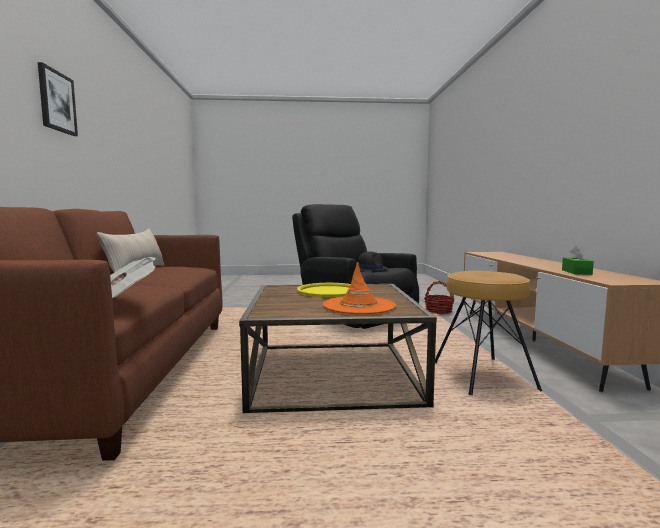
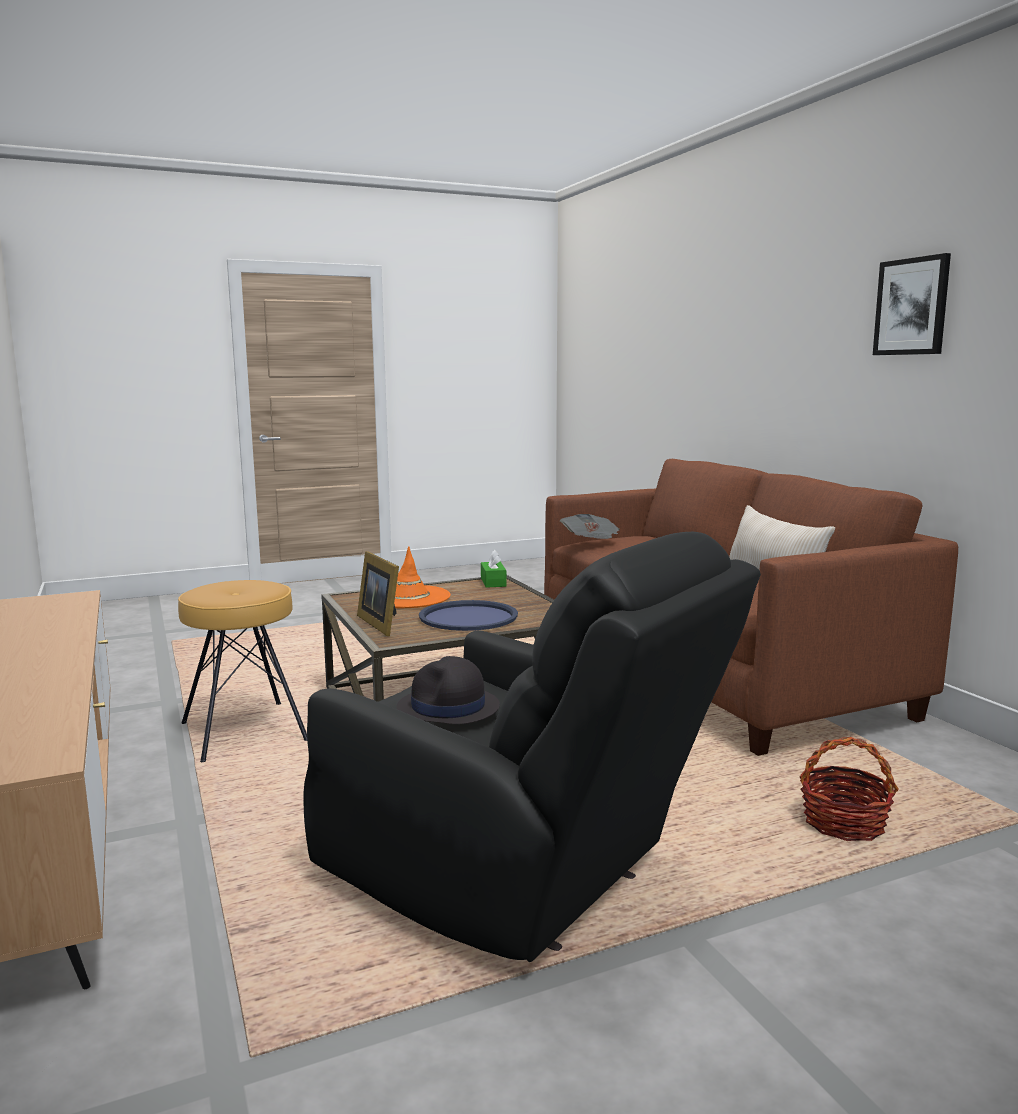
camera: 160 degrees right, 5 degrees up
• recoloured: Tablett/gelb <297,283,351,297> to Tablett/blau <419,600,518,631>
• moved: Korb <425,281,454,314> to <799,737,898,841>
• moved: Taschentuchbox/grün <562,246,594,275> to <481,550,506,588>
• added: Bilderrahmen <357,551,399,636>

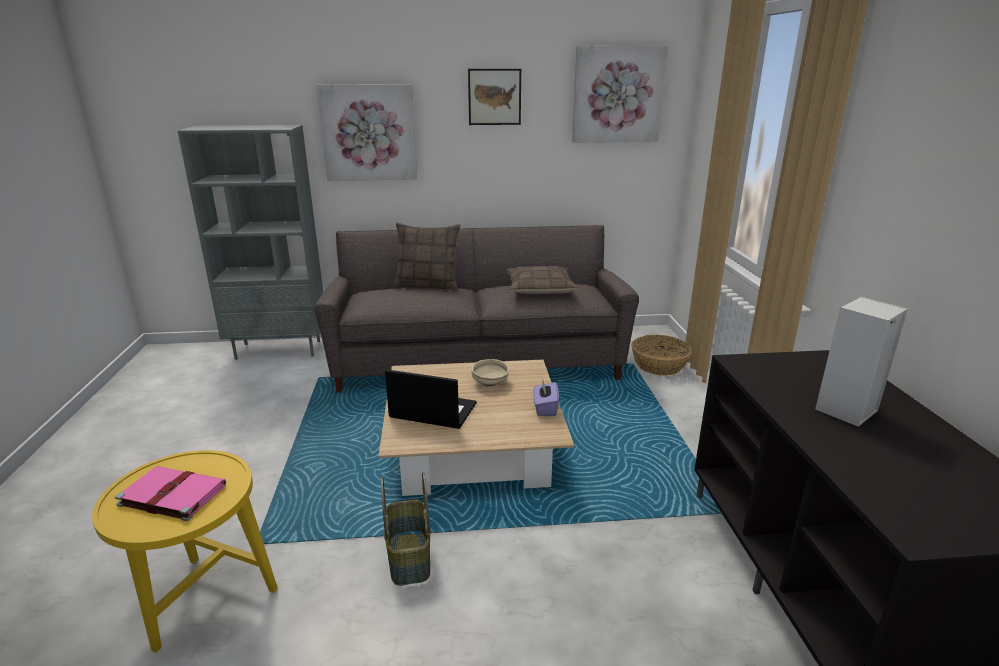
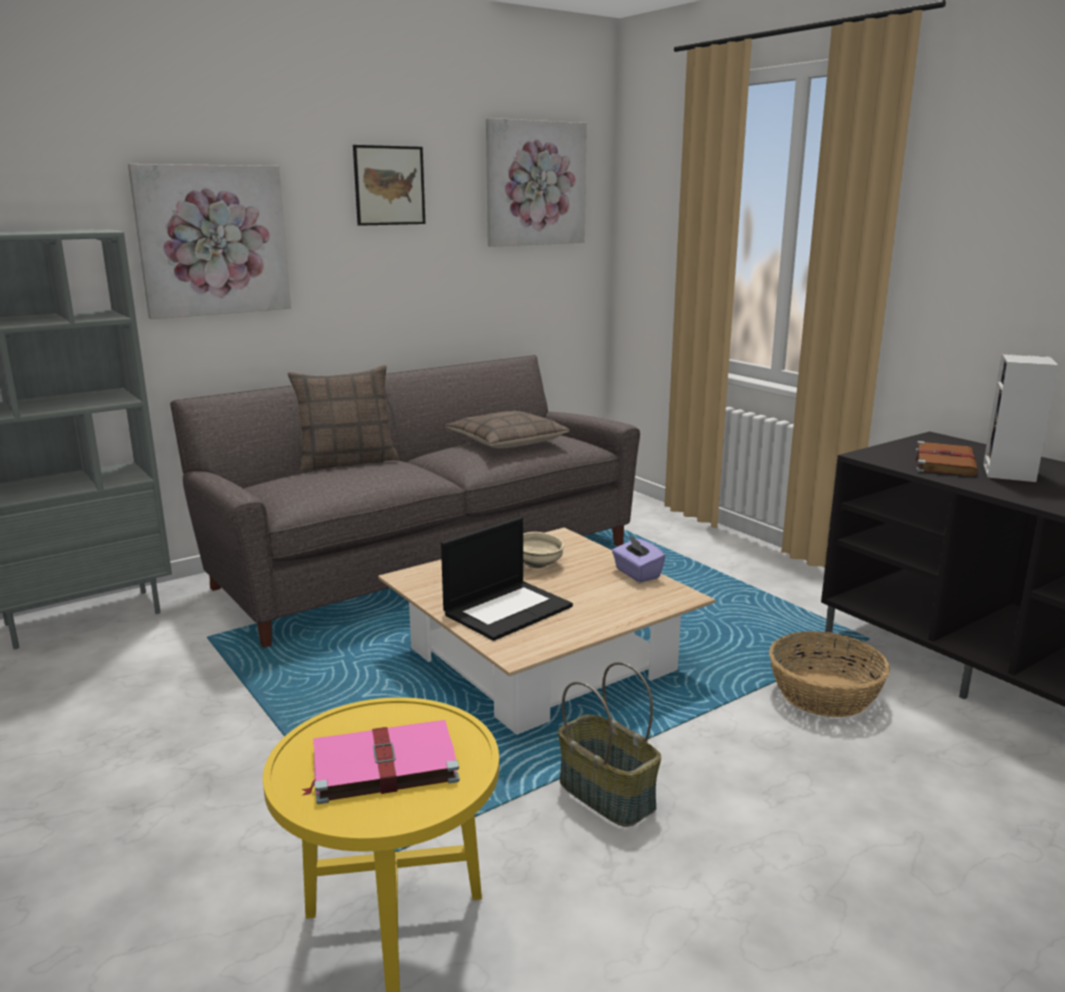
camera: 30 degrees left, 5 degrees down
• turned: Laptop <385,369,476,429> = <441,517,573,641> 150 degrees clockwise
• moved: Korb <632,335,692,376> to <769,631,890,717>
• added: Buch/braun <916,441,978,476>

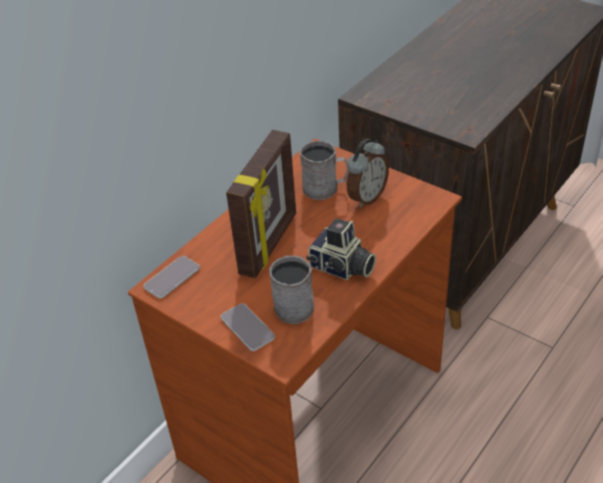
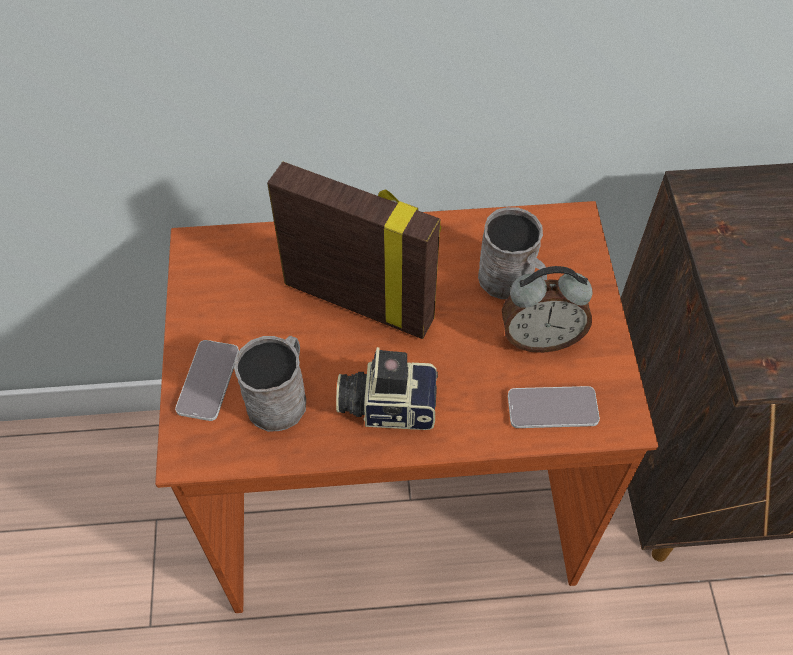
camera: 45 degrees right, 15 degrees up
• moved: Handy <143,256,200,299> to <508,386,600,428>
• turned: Bilderrahmen <226,130,296,278> = <267,162,441,339> 135 degrees counterclockwise
• turned: Kamera <306,218,376,280> = <336,347,438,430> 105 degrees clockwise

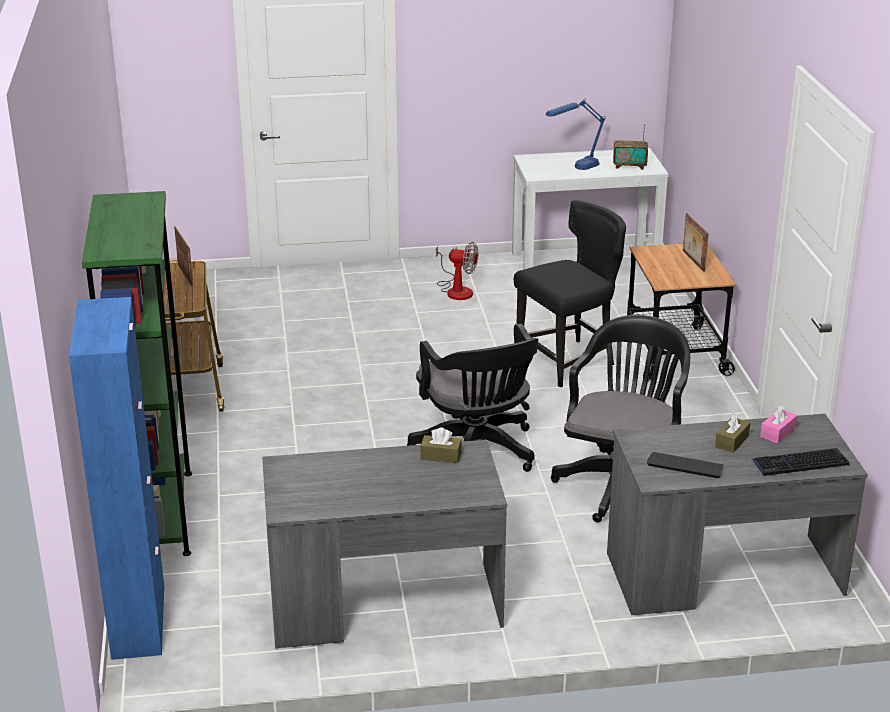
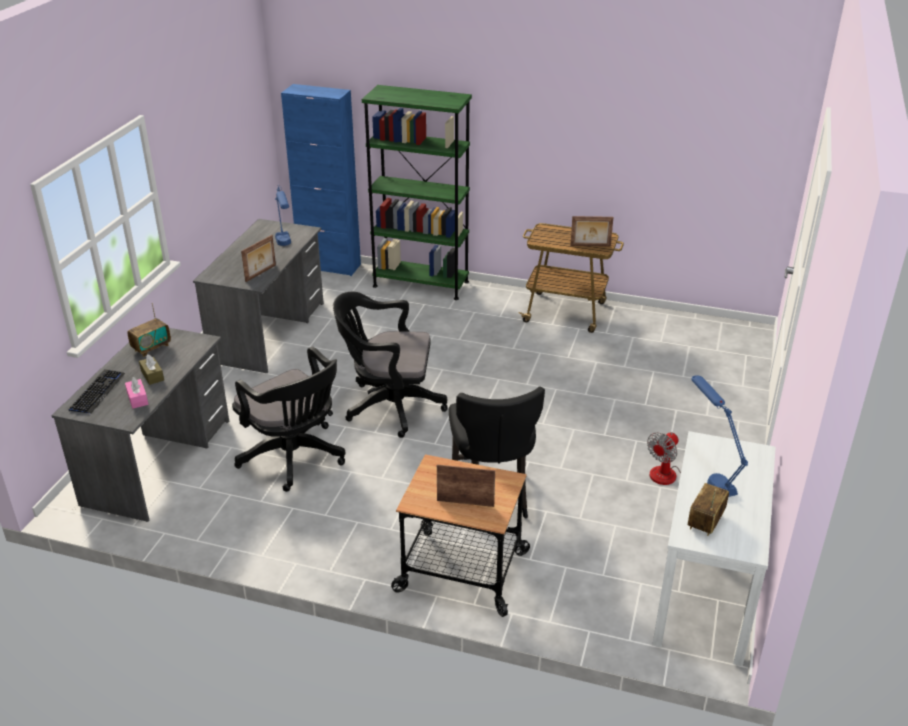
camera: 115 degrees right, 5 degrees up
• replaced: Taschentuchbox/braun <420,427,462,463> to Bilderrahmen <241,235,276,282>
• replaced: Tastatur <647,452,724,478> to Radio <127,303,171,357>
• added: Tischlampe/blau <275,185,291,246>

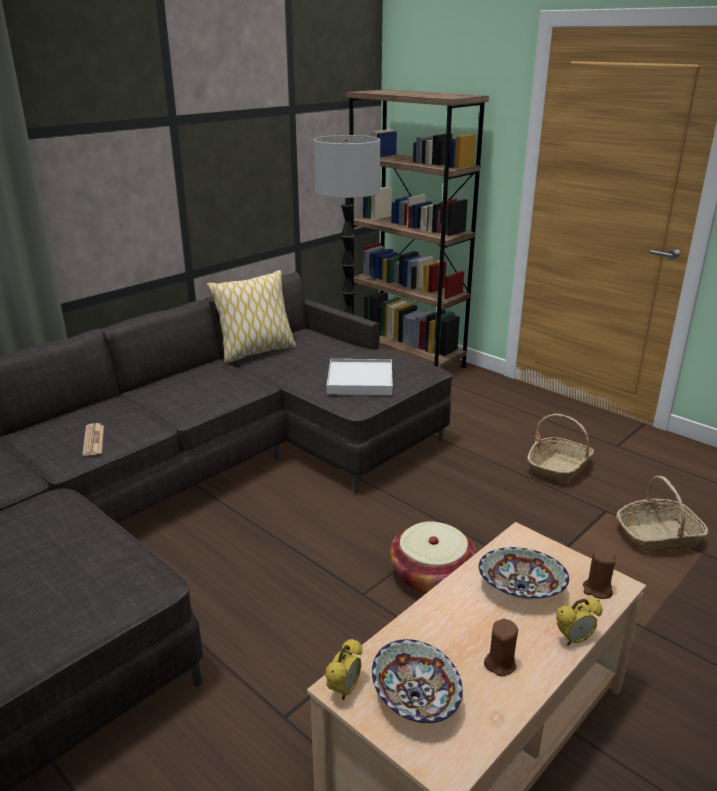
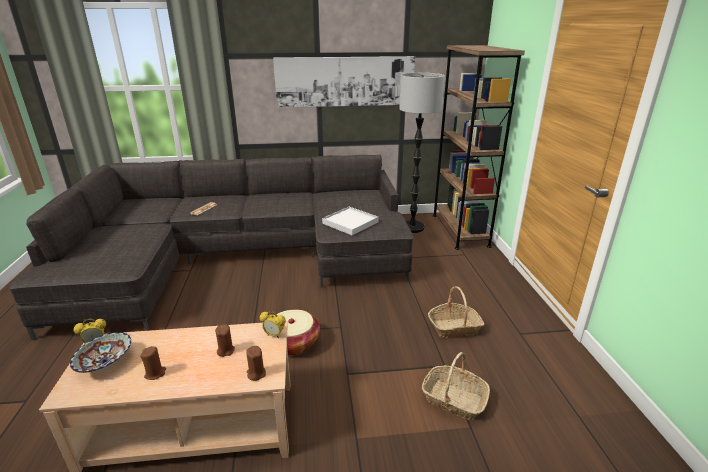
camera: 40 degrees right, 0 degrees up
• removed: Kissen <207,270,296,363>
• replaced: Schüssel <479,547,569,599> to Kerze/braun <215,324,235,357>
• moved: Wecker <556,598,602,646> to <260,311,286,338>
• added: Bild <273,56,415,107>

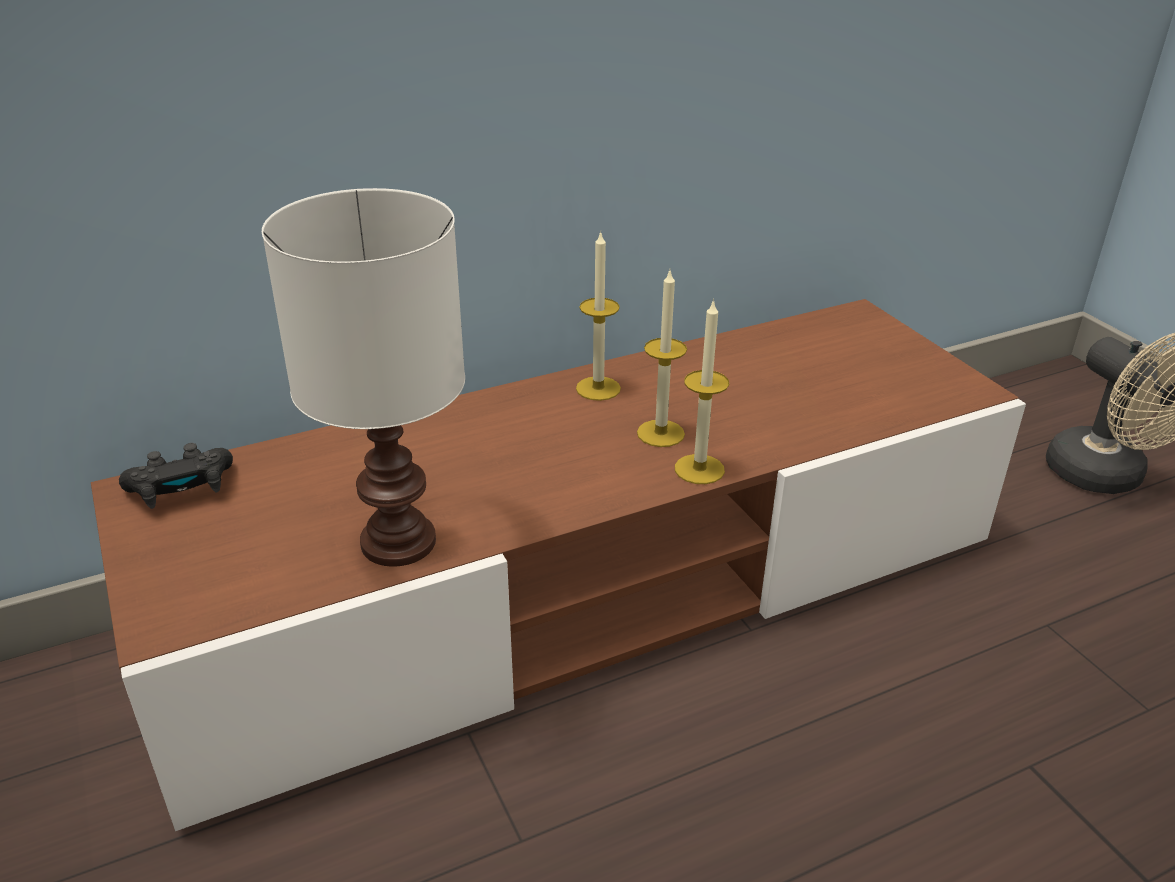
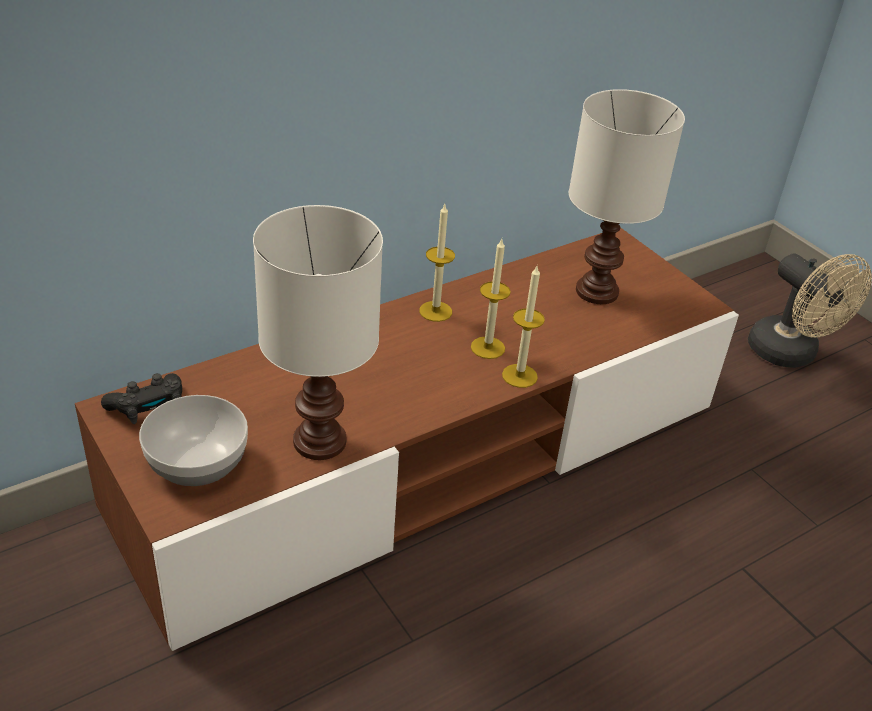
camera: 10 degrees left, 5 degrees up
• added: Schüssel <139,395,248,486>
• added: Tischlampe/weiß <569,89,685,304>

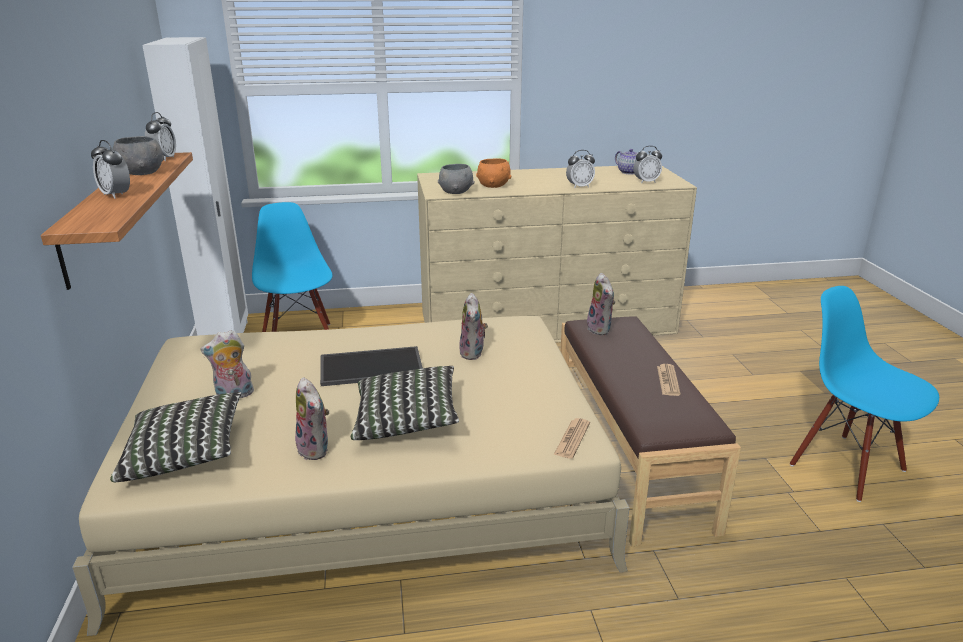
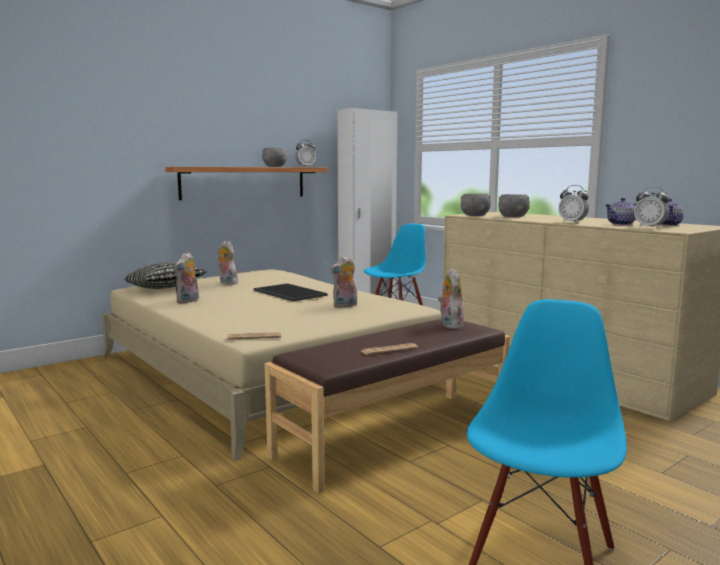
camera: 60 degrees right, 15 degrees down
• removed: Wecker <91,140,130,199>
• removed: Kissen <351,366,459,440>
• recoloured: Schüssel/orange <476,158,511,188> to Schüssel/grau <498,194,530,217>
• turned: Plüschtier <587,273,615,335> = <438,269,464,329> 135 degrees clockwise
• added: Teekanne <606,198,637,225>

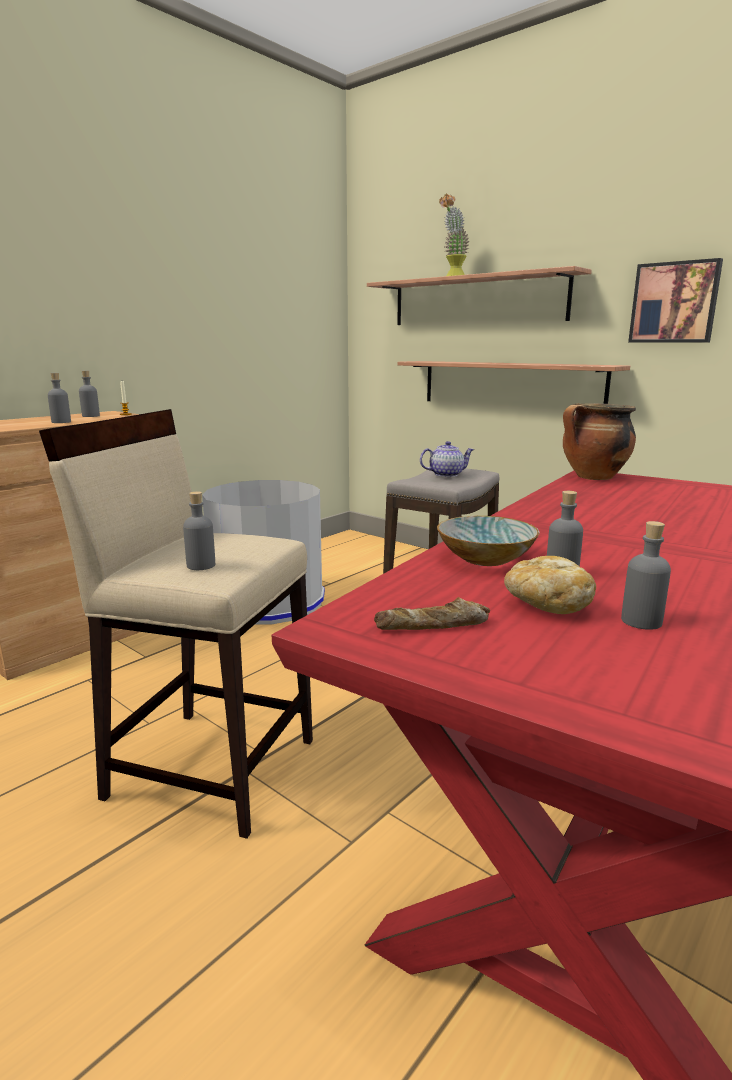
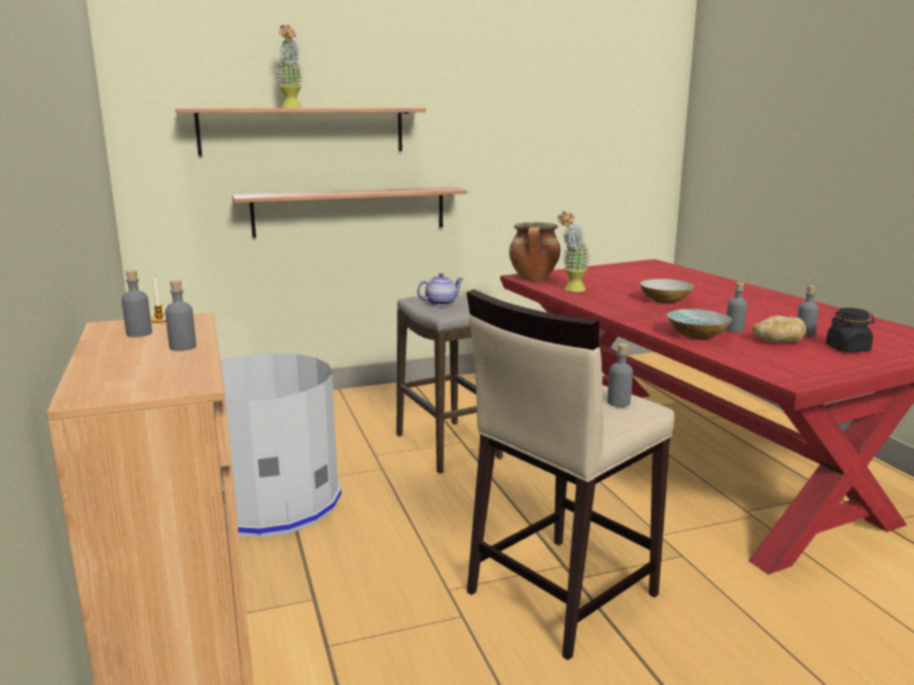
camera: 60 degrees left, 0 degrees up
• removed: Brot <374,597,490,630>
• turned: Teekanne <420,441,474,477> = <417,273,463,306> 45 degrees clockwise
• removed: Bild <628,258,723,343>
• added: Topfpflanze <557,211,590,292>
• added: Schüssel <640,279,694,304>
• added: Vorratsglas/schwarz <826,308,875,352>

